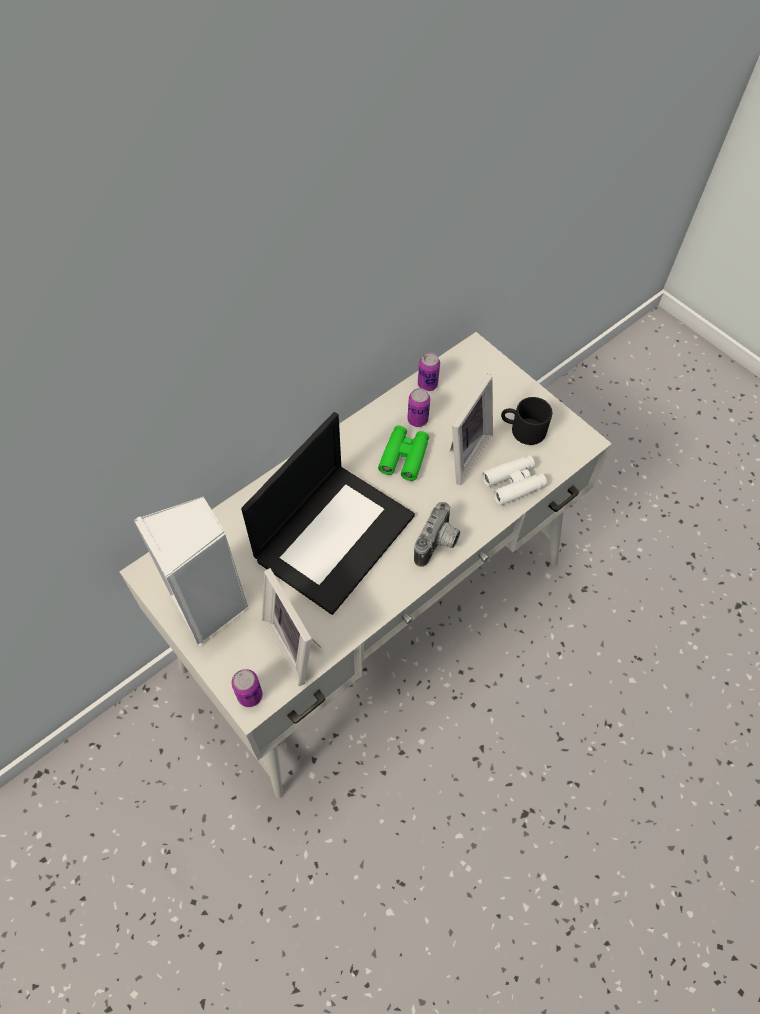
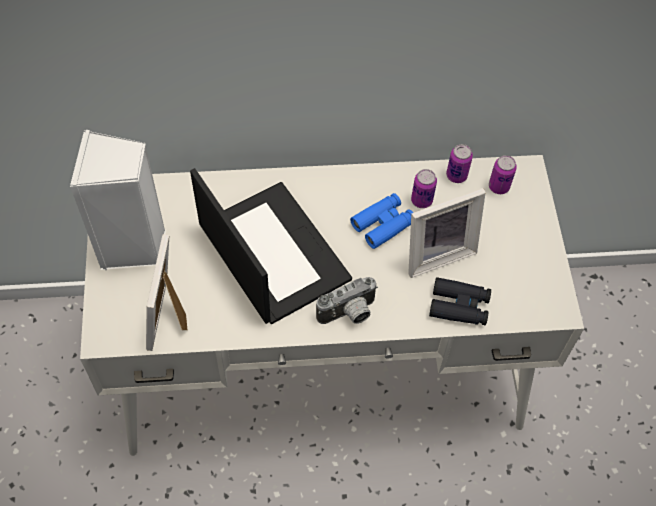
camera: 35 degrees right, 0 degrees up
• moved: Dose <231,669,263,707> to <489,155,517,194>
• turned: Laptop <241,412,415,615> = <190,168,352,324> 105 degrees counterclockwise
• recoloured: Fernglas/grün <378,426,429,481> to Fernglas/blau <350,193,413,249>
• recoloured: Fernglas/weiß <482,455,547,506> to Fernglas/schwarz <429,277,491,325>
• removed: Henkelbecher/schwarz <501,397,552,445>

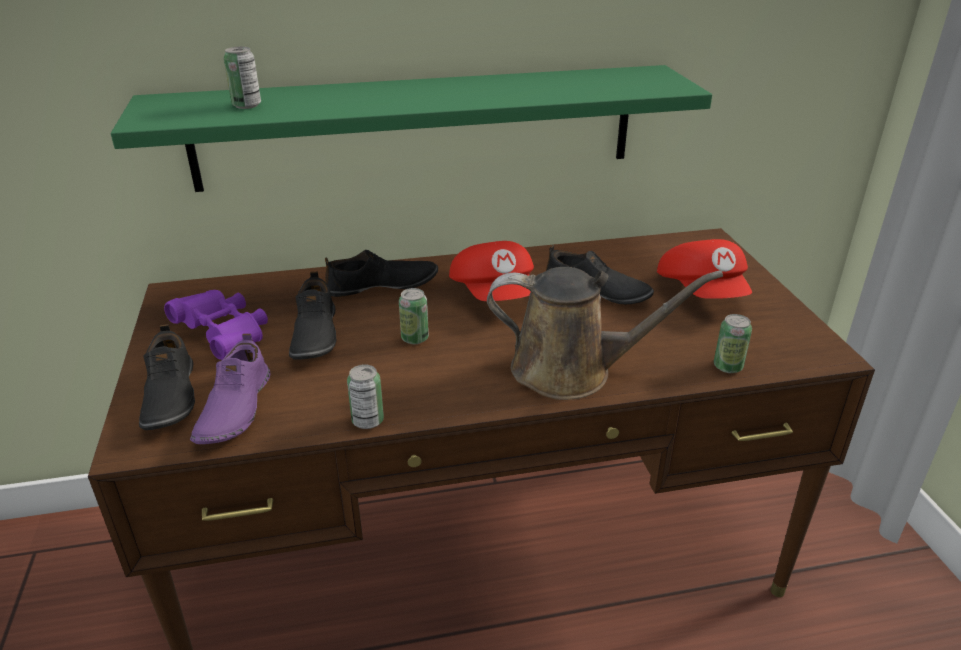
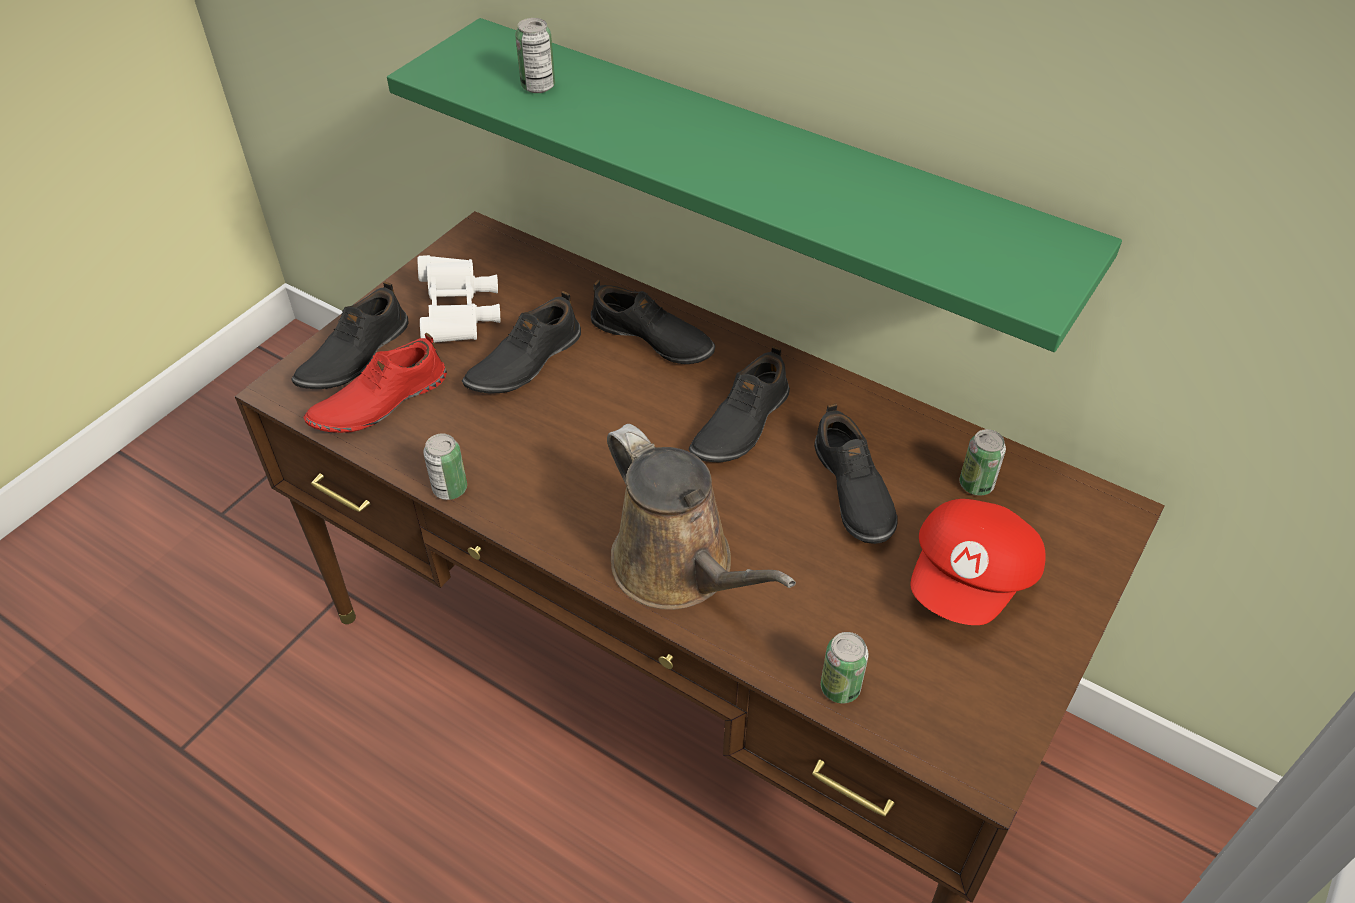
camera: 45 degrees right, 15 degrees up
• recoloured: Fernglas/lila <164,290,268,360> to Fernglas/weiß <417,255,500,343>
• recoloured: Schuh/lila <190,334,271,444> to Schuh/rot <303,333,447,433>
• moved: Dose <399,288,429,344> to <959,429,1006,496>
• replaced: Kappe/rot <449,241,534,301> to Schuh/schwarz <689,346,790,462>

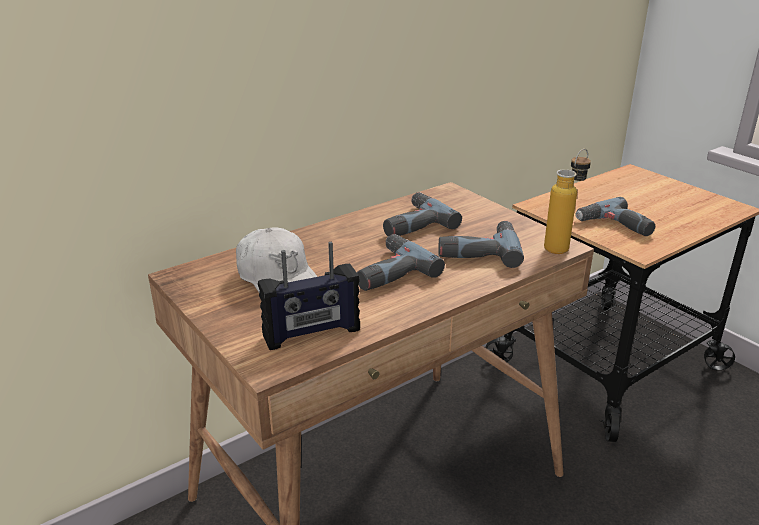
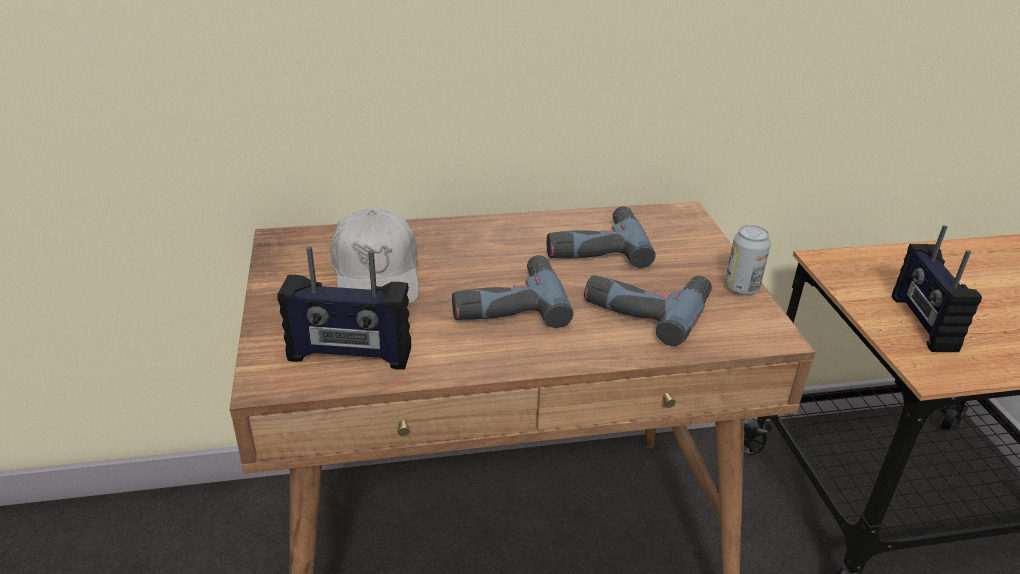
camera: 25 degrees right, 5 degrees up
• removed: Flasche <544,149,591,254>
• replaced: Bohrmaschine <575,197,655,236> to Radio <892,225,982,352>
• added: Dose <725,225,771,295>

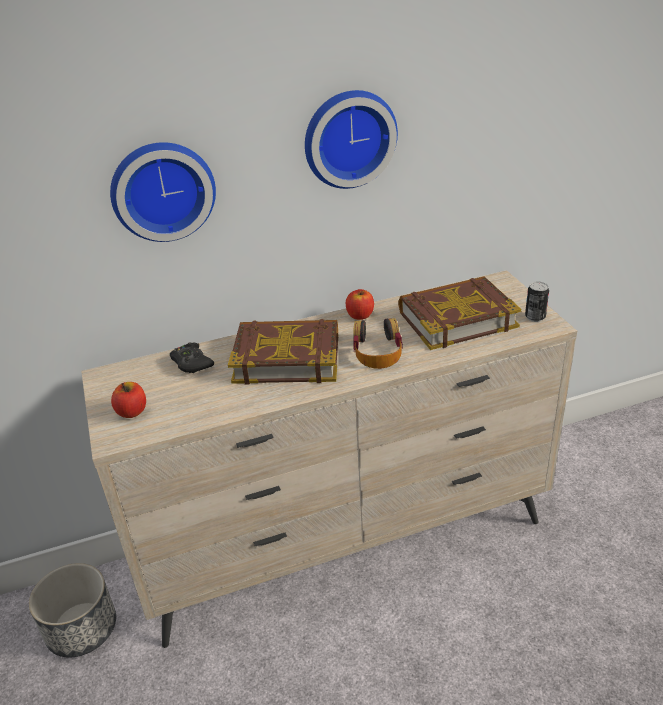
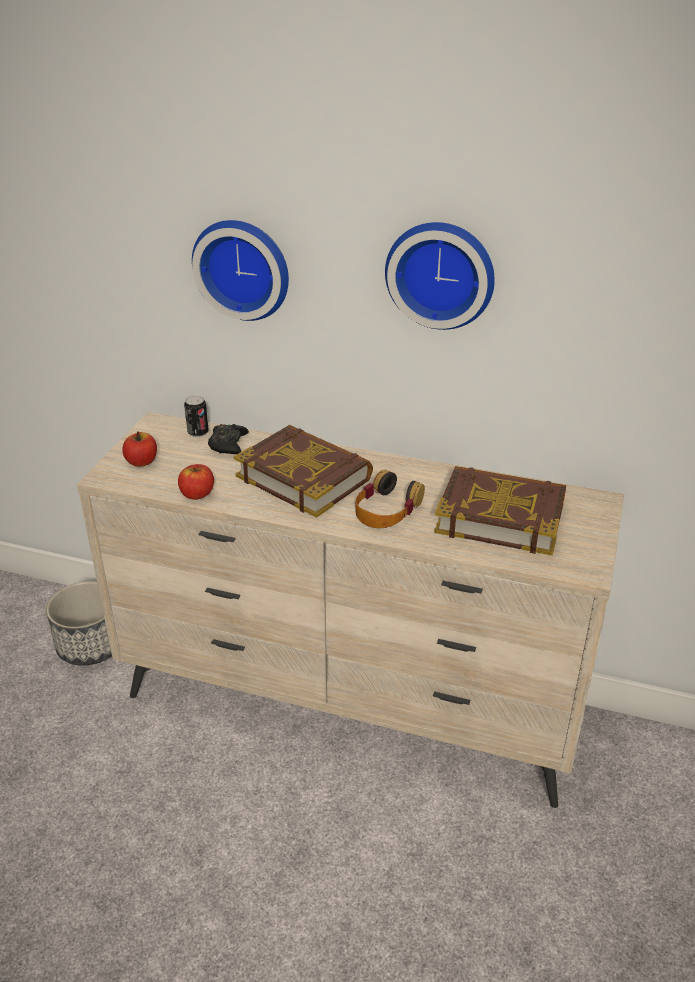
camera: 35 degrees right, 0 degrees up
• moved: Apfel <346,289,374,320> to <178,464,214,500>
• moved: Dose <525,282,549,322> to <184,395,209,437>

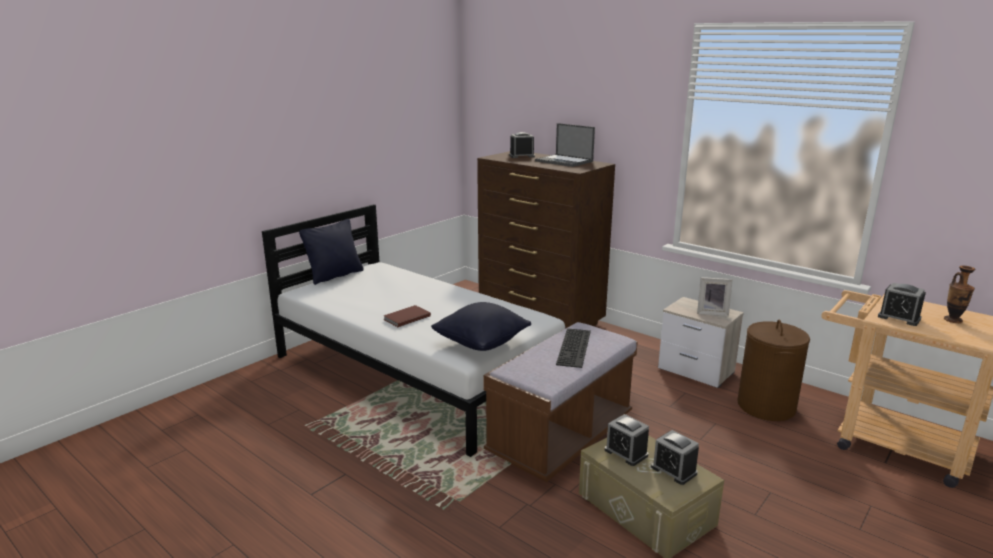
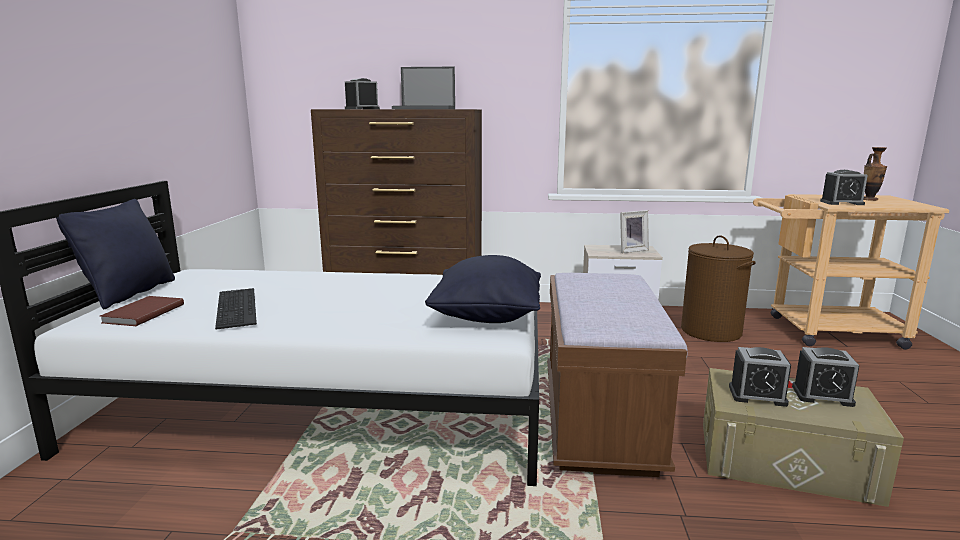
camera: 35 degrees left, 5 degrees down
• moved: Buch/braun <384,305,431,327> to <100,296,184,326>
• moved: Tastatur <556,328,591,368> to <215,288,257,330>

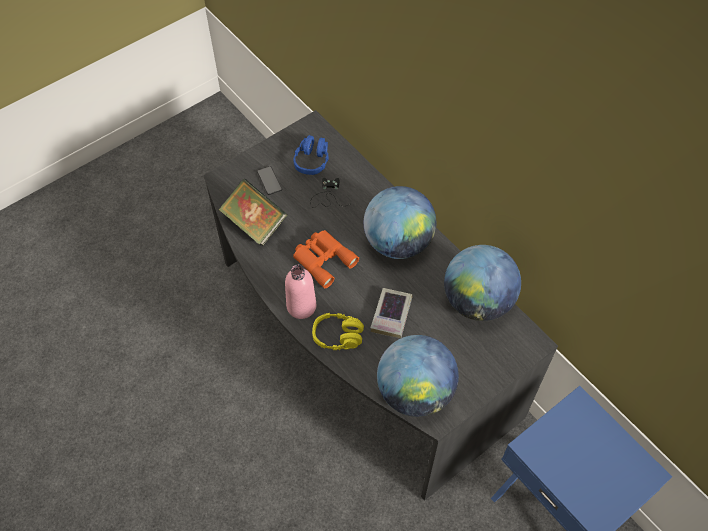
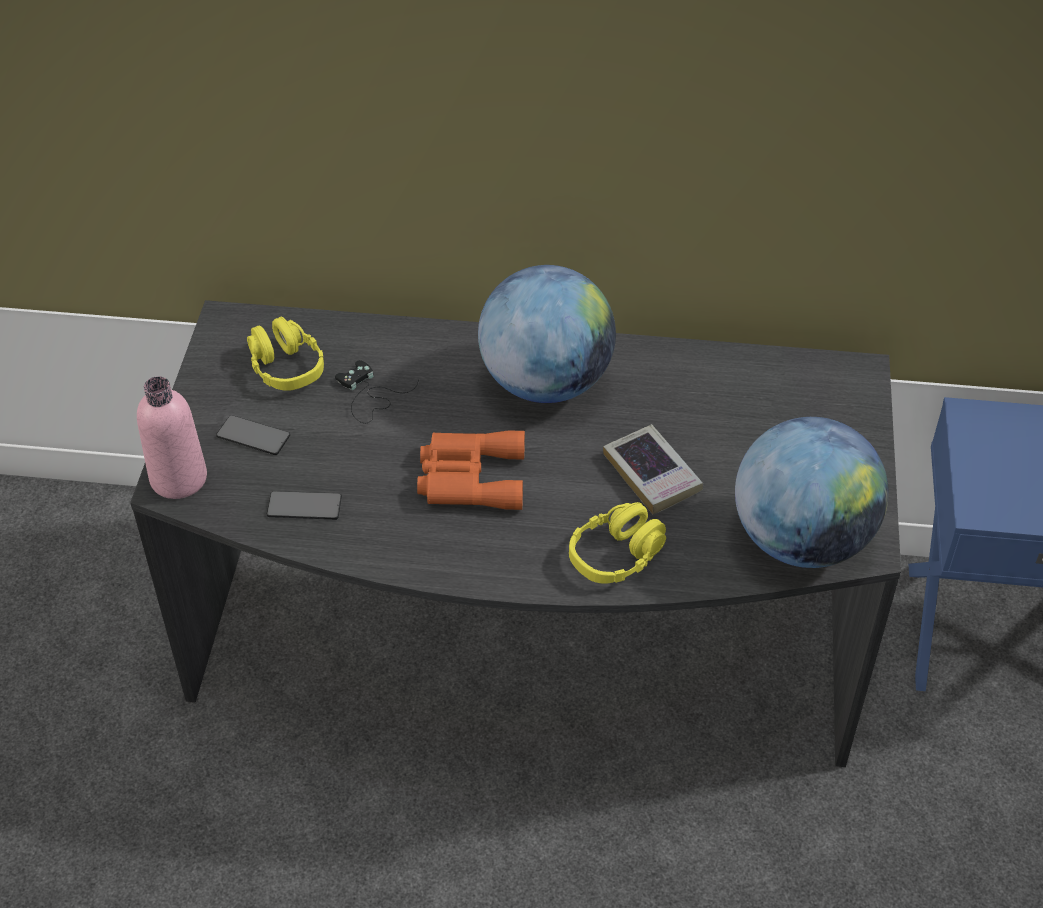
camera: 45 degrees left, 10 degrees down
• replaced: Buch <219,179,288,245> to Handy <267,491,342,520>
• moved: Flasche/rosa <285,264,316,319> to <137,376,207,499>
• recoloured: Kopfhörer/blau <293,135,329,175> to Kopfhörer/gelb <247,317,324,391>
• removed: Globus <444,245,521,321>

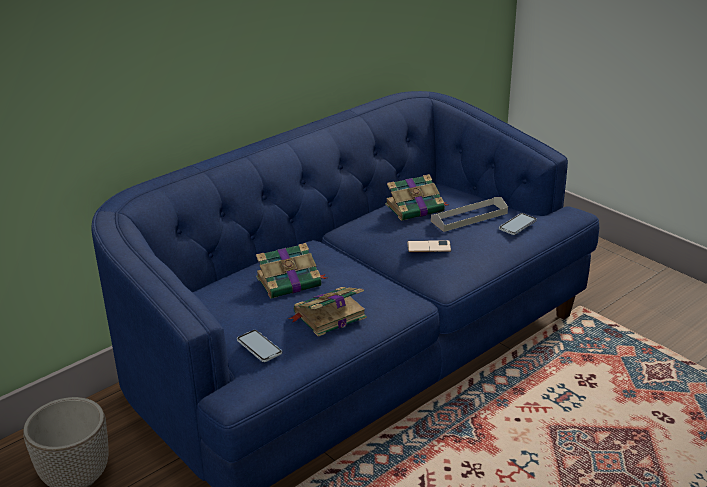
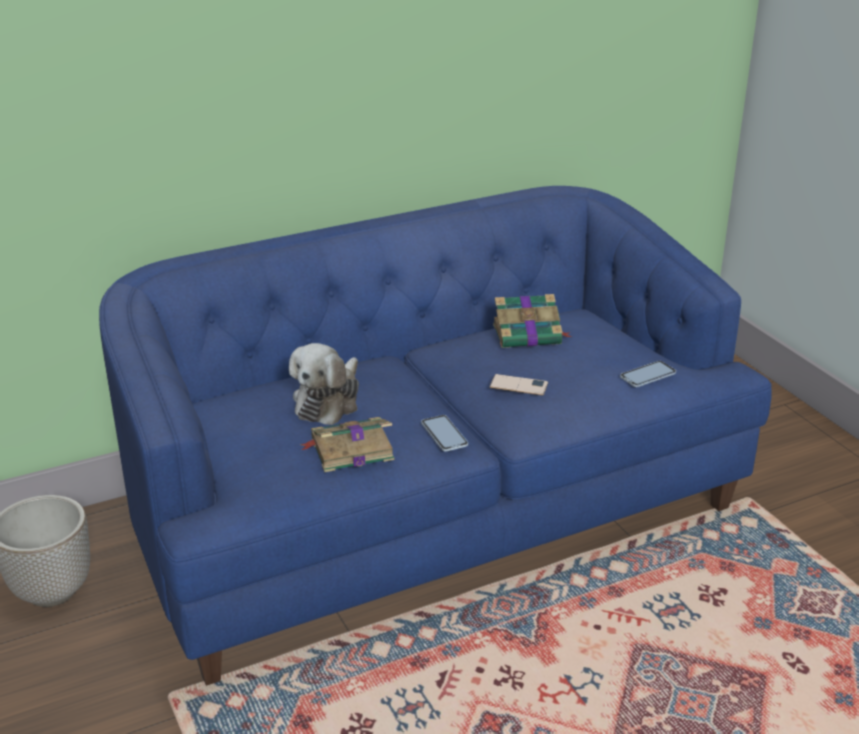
camera: 15 degrees right, 0 degrees up
• moved: Handy <237,330,282,362> to <421,415,468,451>
• replaced: Buch <256,243,328,299> to Plüschtier <289,343,359,425>
• removed: Tablett/grau <431,197,508,232>

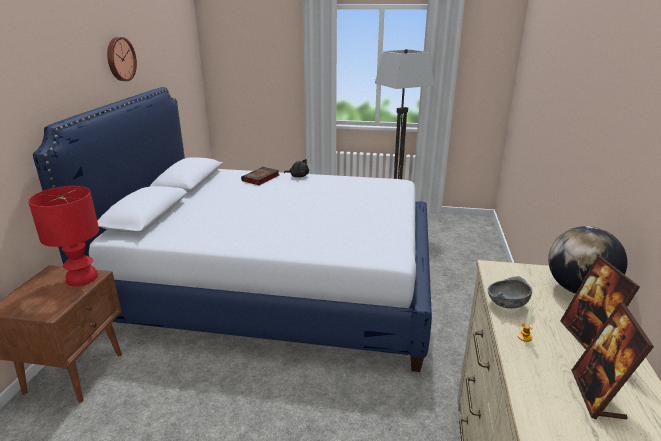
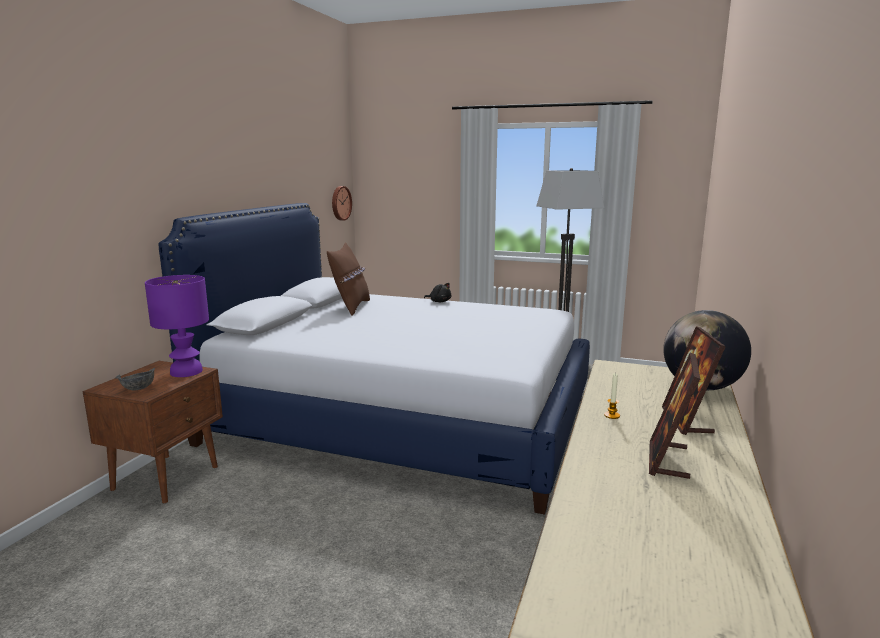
camera: 10 degrees right, 10 degrees down
• recoloured: Tischlampe/rot <28,186,99,286> to Tischlampe/lila <145,275,209,377>
• moved: Wanduhr <107,37,137,81> to <332,186,352,221>
• removed: Buch <241,167,280,185>
• moved: Schüssel/grau <488,276,532,309> to <116,368,155,390>
• added: Kissen/braun <327,242,370,316>

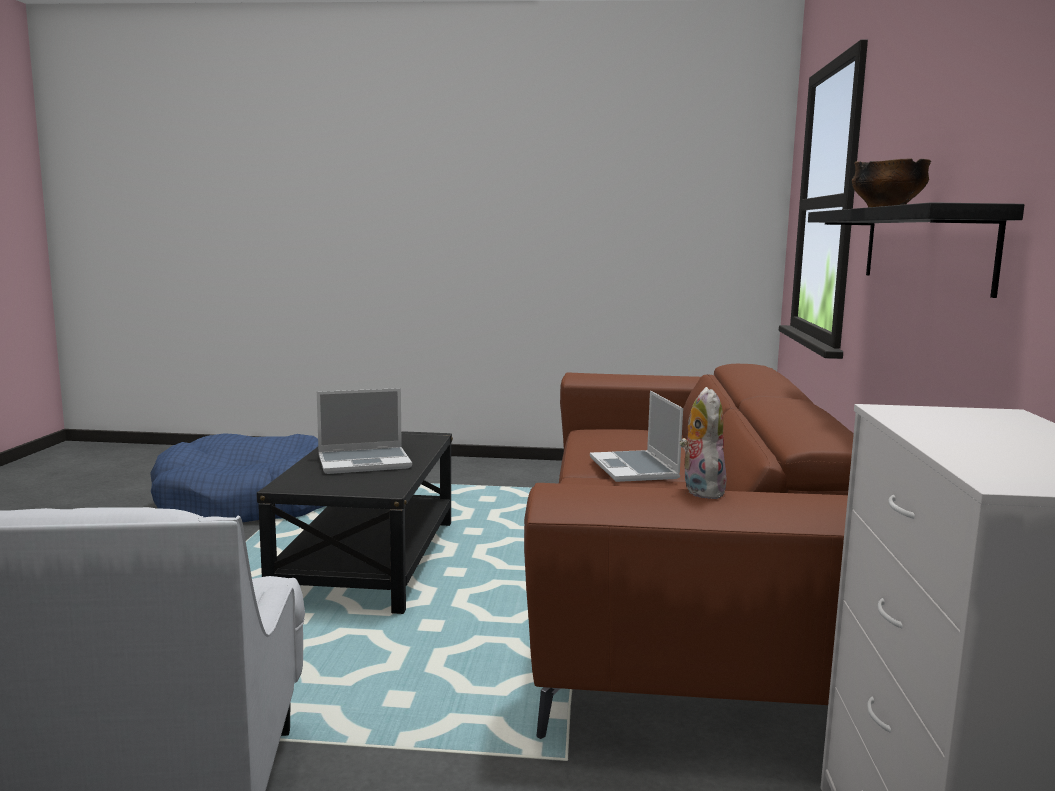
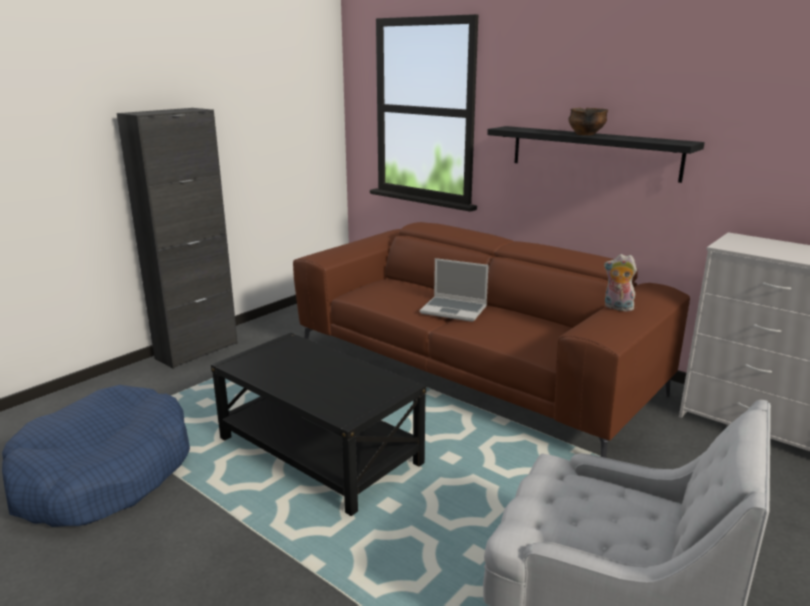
camera: 55 degrees left, 10 degrees up
• removed: Laptop <317,388,412,474>
• added: Schrank/schwarz <117,108,238,369>

